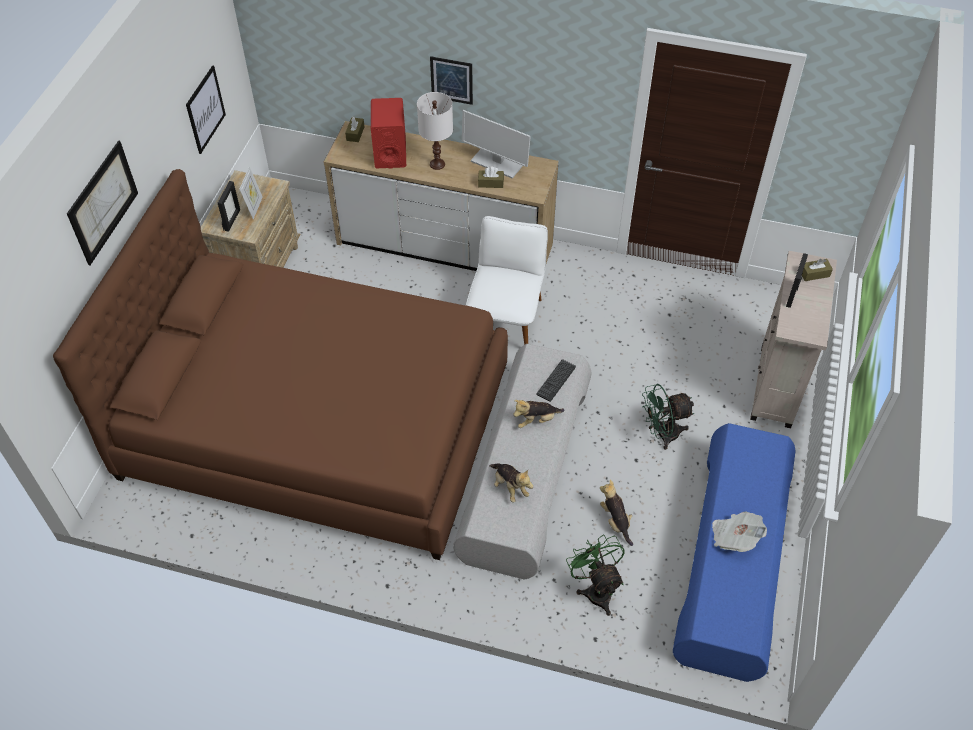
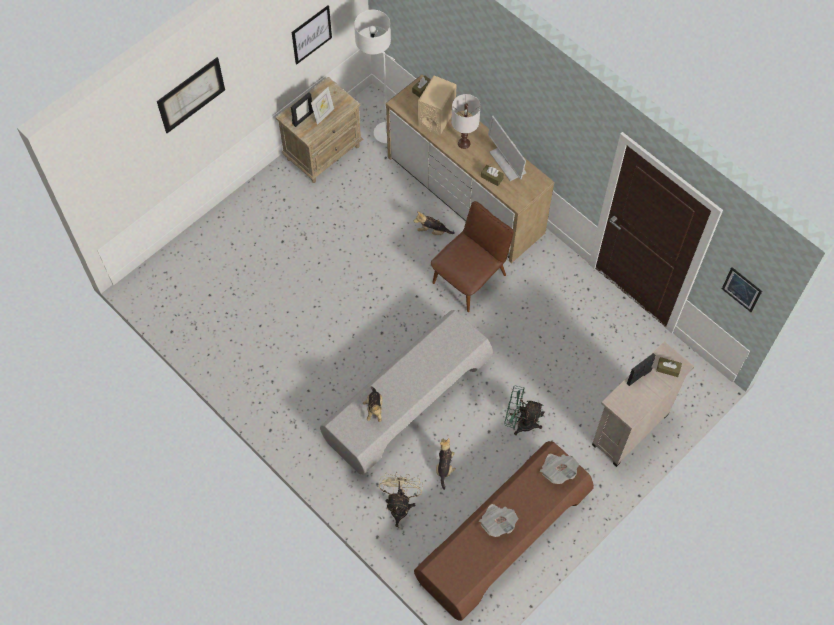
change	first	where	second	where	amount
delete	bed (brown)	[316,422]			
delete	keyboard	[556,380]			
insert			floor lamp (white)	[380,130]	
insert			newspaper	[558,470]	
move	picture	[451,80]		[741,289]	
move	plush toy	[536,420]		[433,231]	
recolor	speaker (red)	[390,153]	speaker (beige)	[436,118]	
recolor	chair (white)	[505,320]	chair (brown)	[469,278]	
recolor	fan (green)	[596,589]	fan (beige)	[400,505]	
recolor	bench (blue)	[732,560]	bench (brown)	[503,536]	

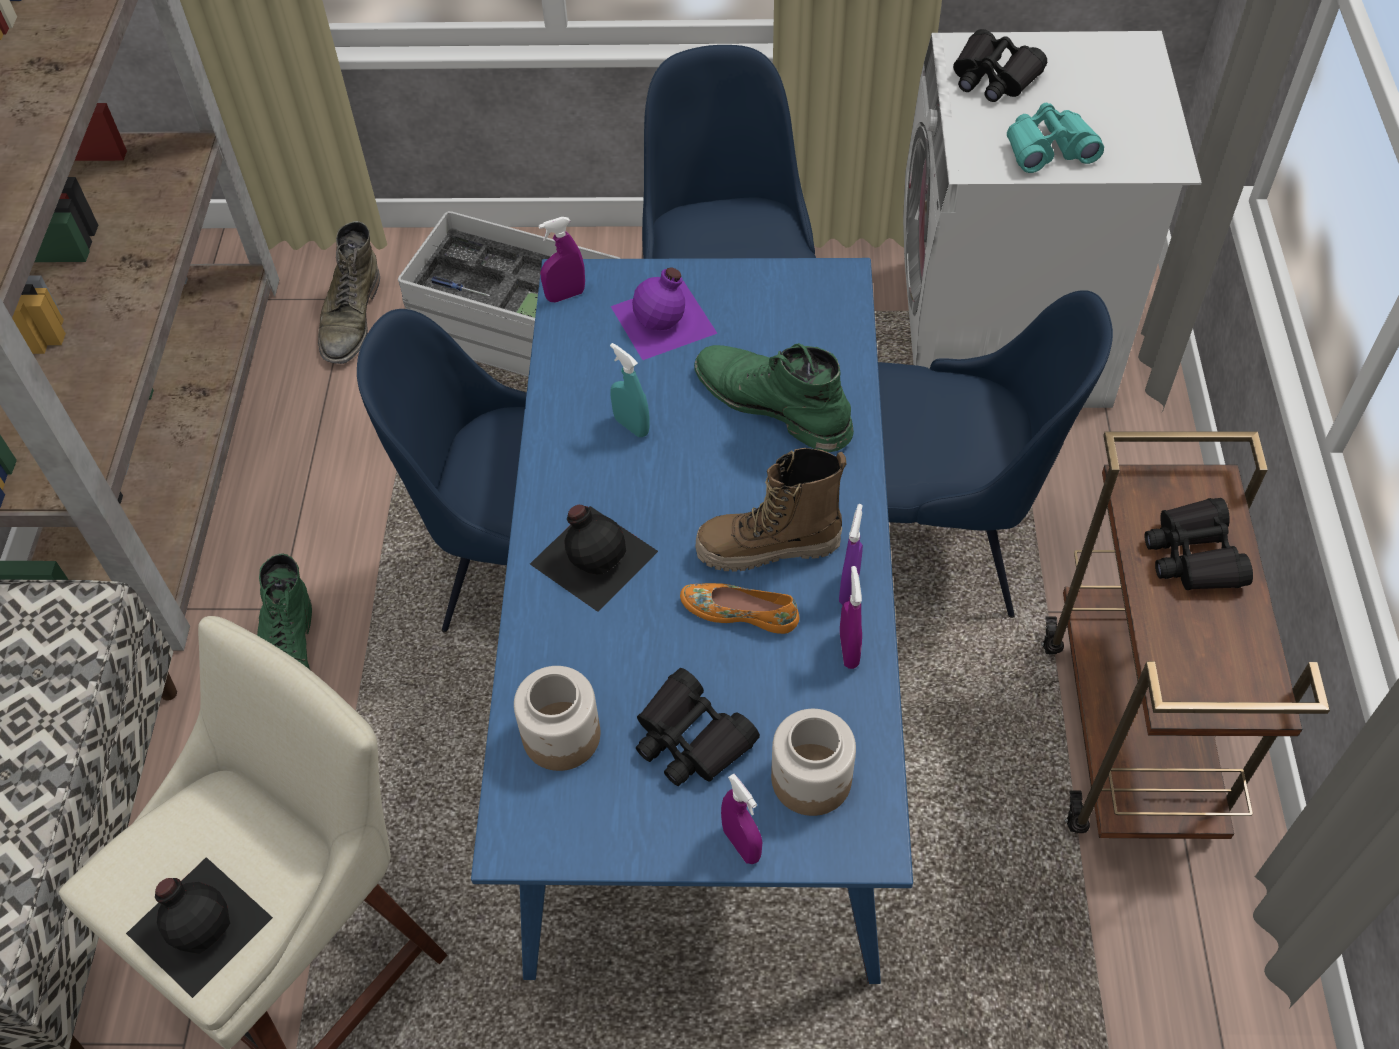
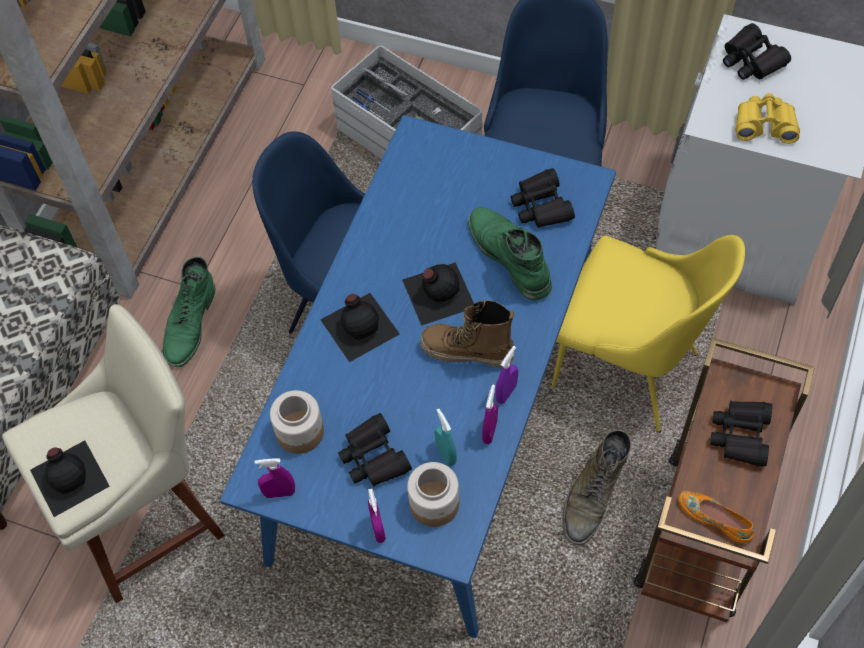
change	first	where	second	where	amount
delete	bottle (purple)	[665,320]			
insert			bottle (black)	[437,292]	
insert			binoculars (black)	[541,206]	
move	boot (green)	[351,318]		[592,496]	
move	spray bottle (purple)	[565,295]		[279,493]	
move	spray bottle (turquoise)	[631,426]		[446,454]	
move	shoe (orange)	[740,611]		[715,518]	
recolor	chair (blue)	[935,548]	chair (yellow)	[627,370]	
recolor	binoculars (turquoise)	[1048,149]	binoculars (yellow)	[765,125]	

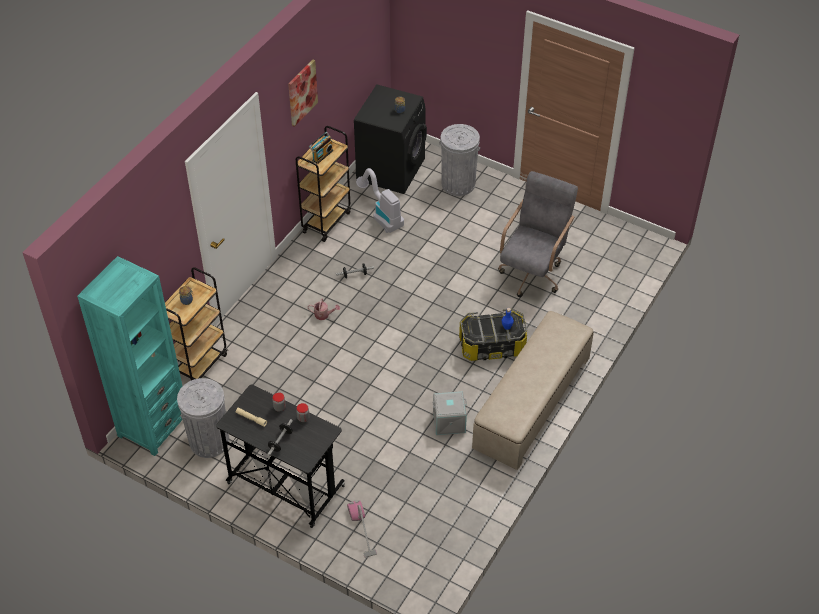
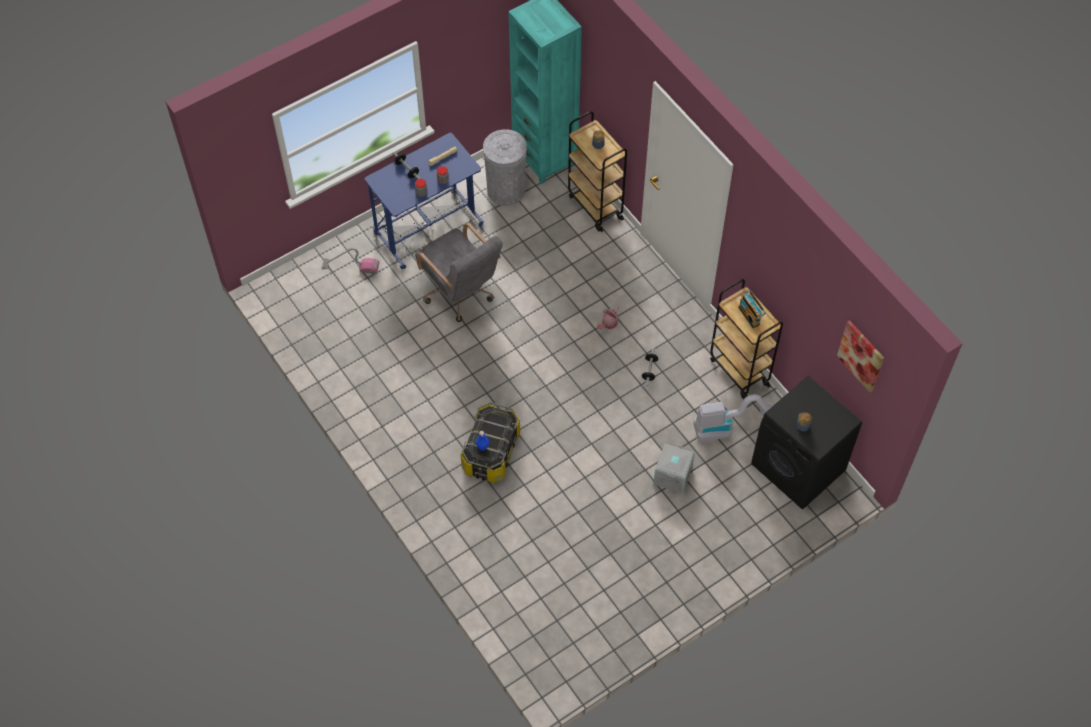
change	first	where	second	where	amount
delete	trash can (grey)	[458,184]			
delete	bench (beige)	[532,402]			
move	picture	[302,92]		[861,356]	
move	storage box (grey)	[449,422]		[672,475]	
move	office chair (grey)	[532,273]		[461,296]	
recolor	desk (black)	[285,485]	desk (blue)	[428,229]	

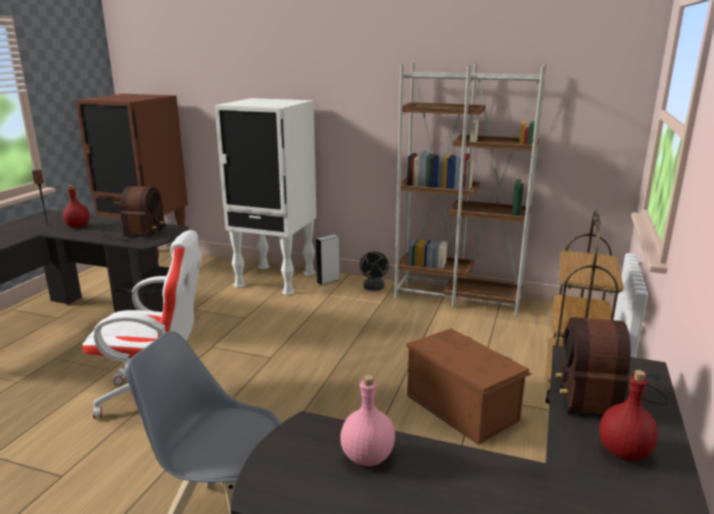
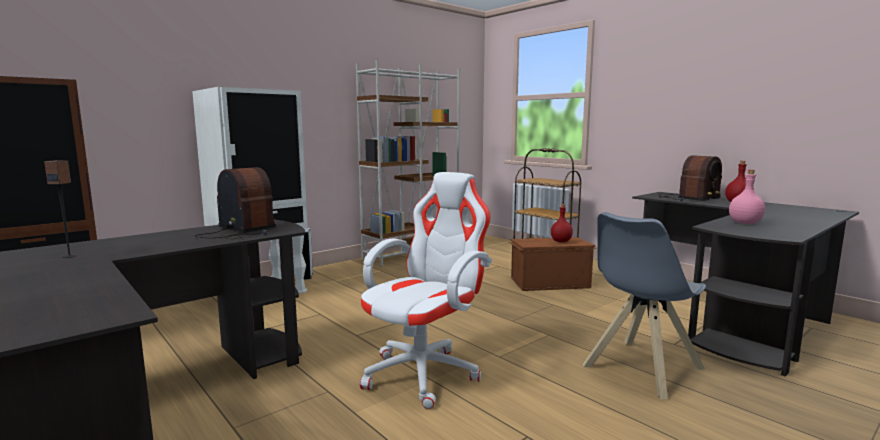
change	first	where	second	where	amount
delete	fan (black)	[374,288]			
move	bottle (red)	[77,226]		[561,241]	
rotate	radio	[603,393]		[687,198]	75 degrees counterclockwise

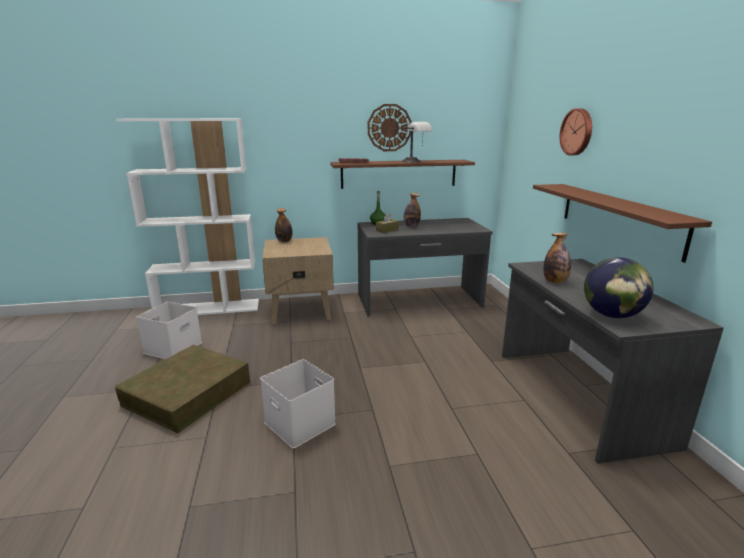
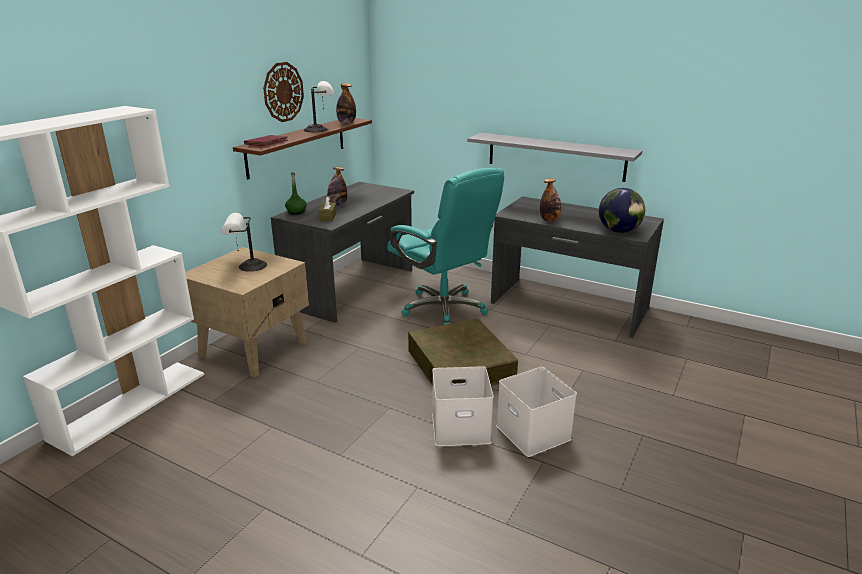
change	first	where	second	where	amount
delete	wall clock	[577,132]			
insert			table lamp	[246,266]	
insert			office chair (turquoise)	[442,308]	
move	storage box (brown)	[188,393]		[460,364]	
move	storage box (white)	[173,347]		[531,432]	
move	bottle	[284,241]		[346,123]	
recolor	shelf (brown)	[618,217]	shelf (grey)	[555,156]	

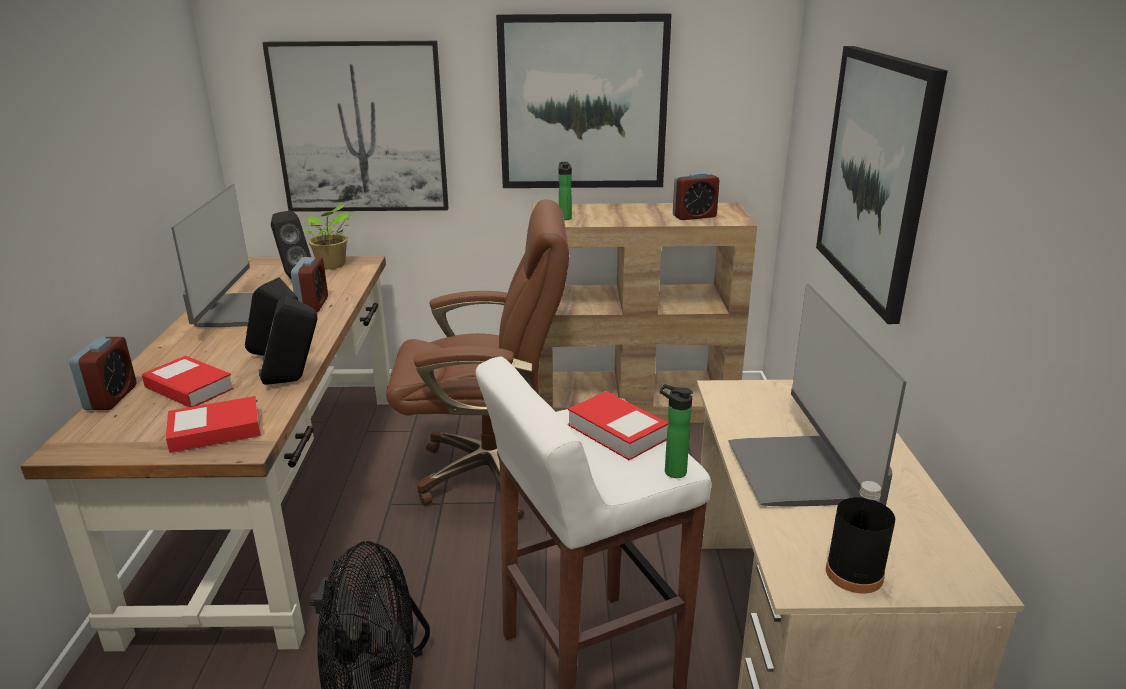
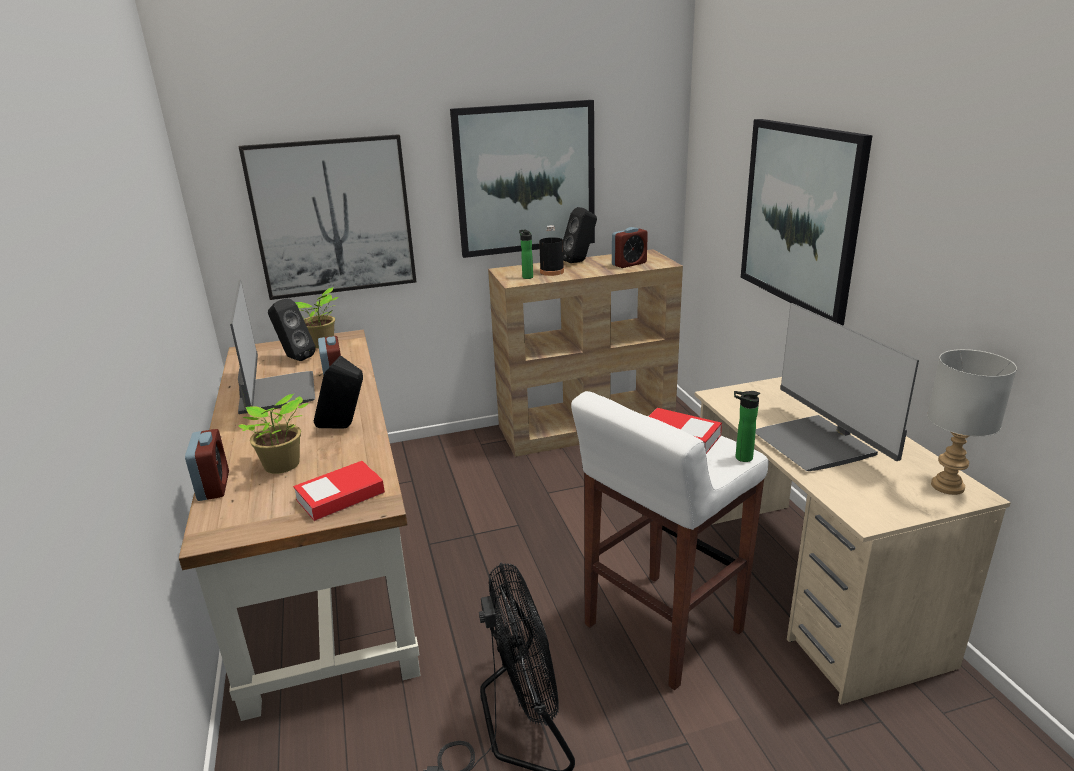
change	first	where	second	where	amount
delete	office chair (brown)	[488,474]			
insert			table lamp (grey)	[947,487]	
move	speaker (black)	[294,380]		[580,261]	
move	bottle (black)	[854,573]		[552,272]	
replace	book	[189,388]	potted plant	[282,466]	

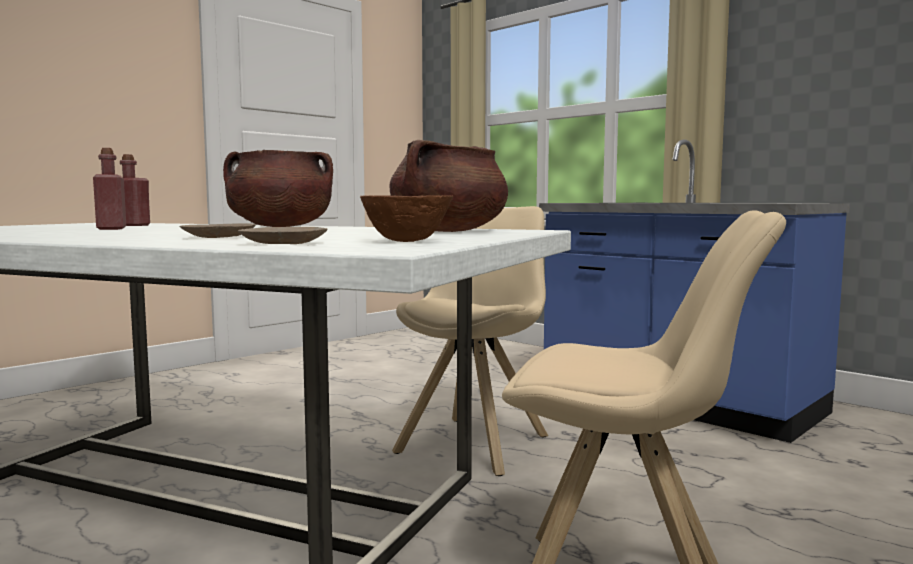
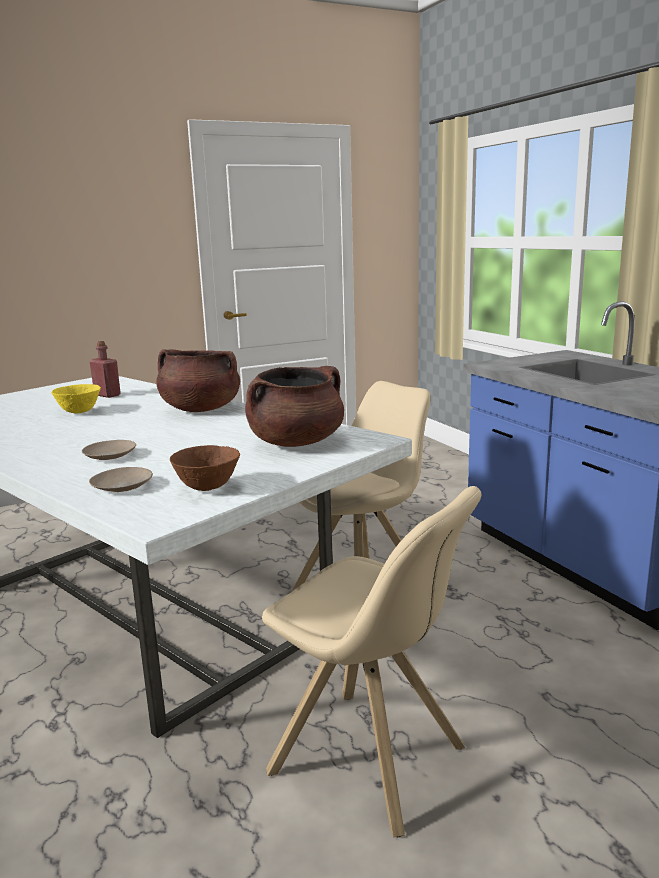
change	first	where	second	where	amount
replace	bottle (red)	[111,229]	bowl (yellow)	[79,412]	

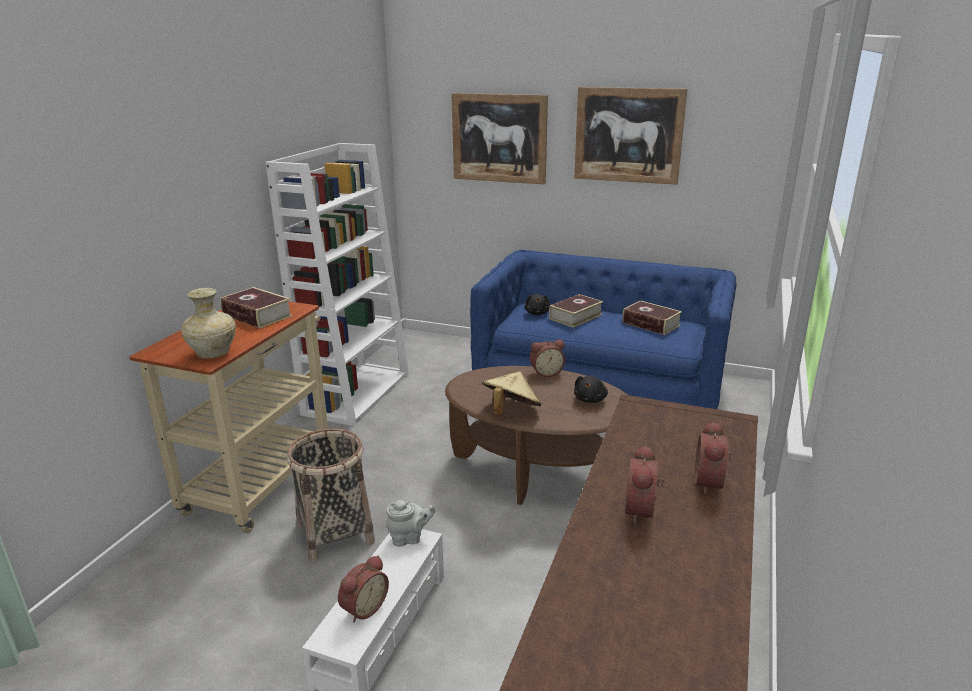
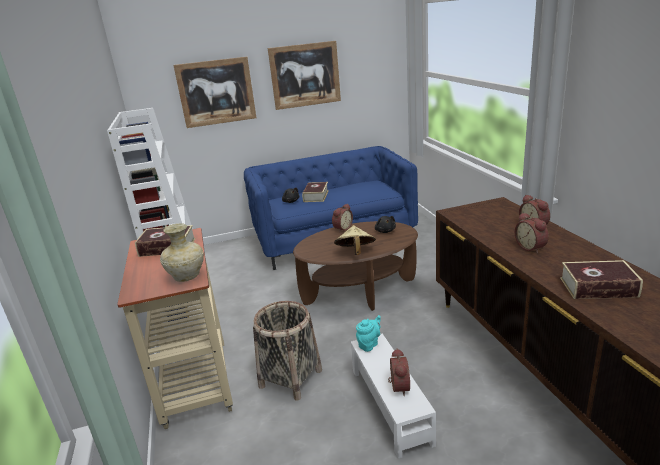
change	first	where	second	where	amount
move	book	[651,324]		[598,287]	
recolor	teapot (grey)	[409,538]	teapot (turquoise)	[369,344]	

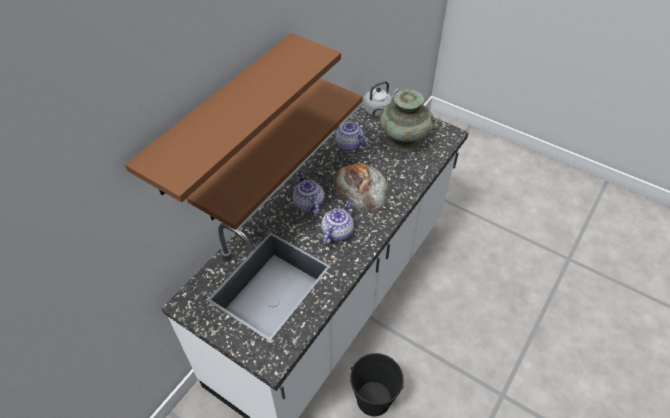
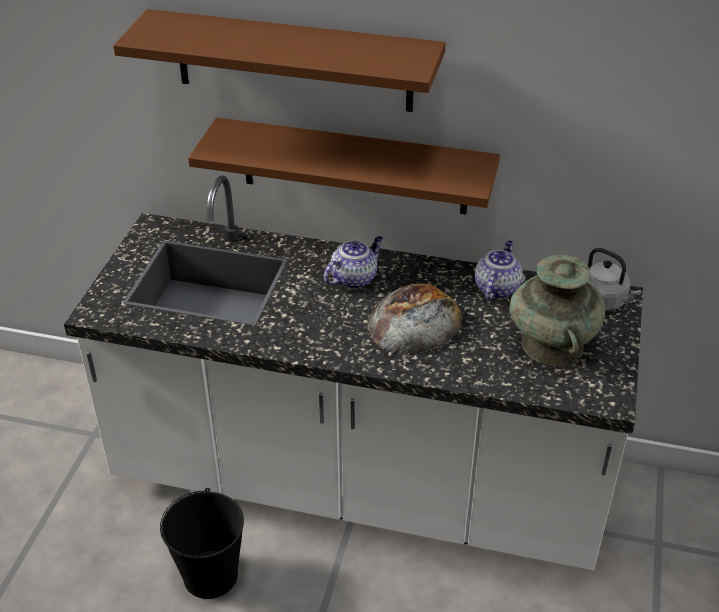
change	first	where	second	where	amount
delete	teapot	[337,232]			

